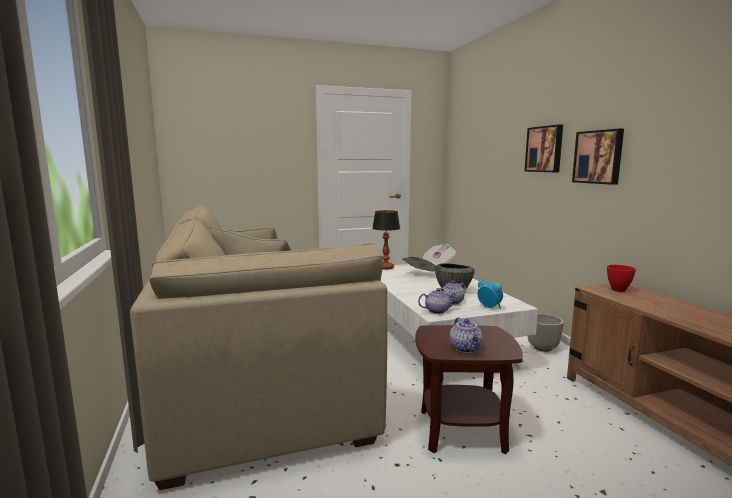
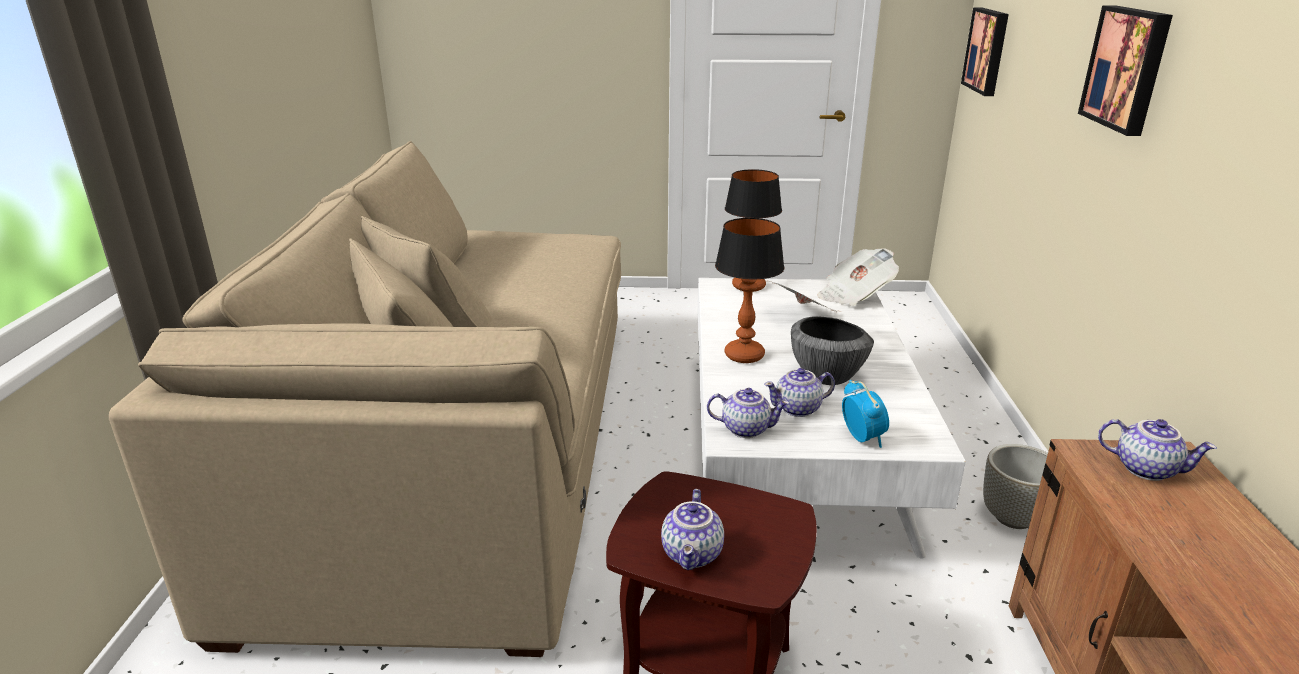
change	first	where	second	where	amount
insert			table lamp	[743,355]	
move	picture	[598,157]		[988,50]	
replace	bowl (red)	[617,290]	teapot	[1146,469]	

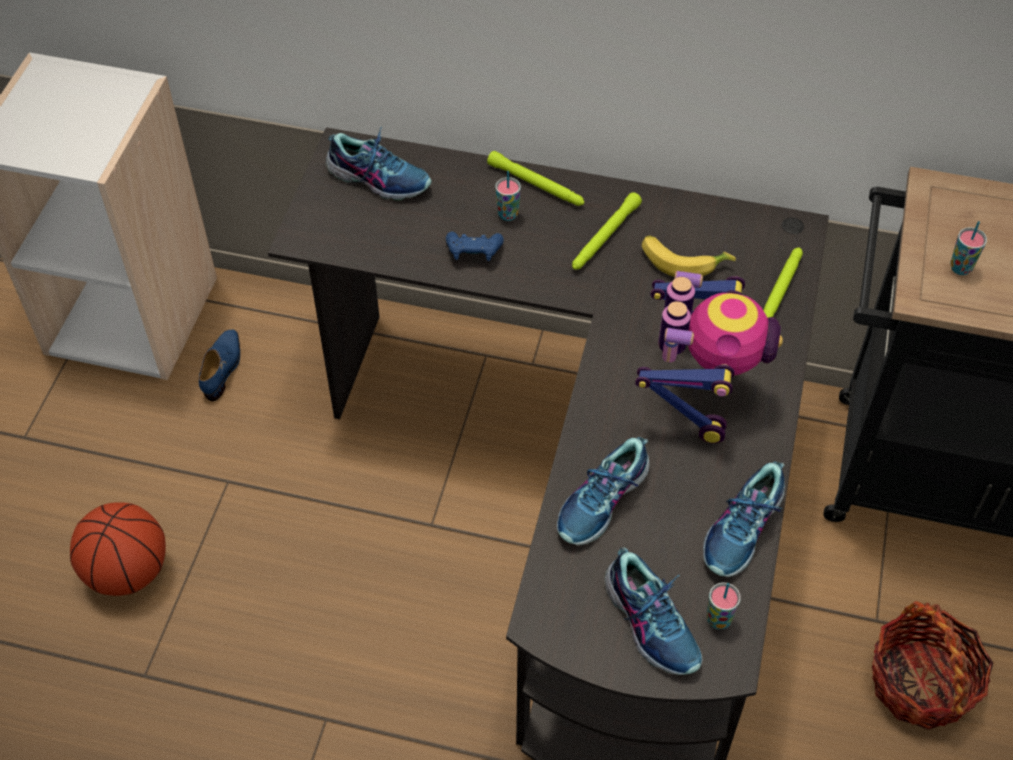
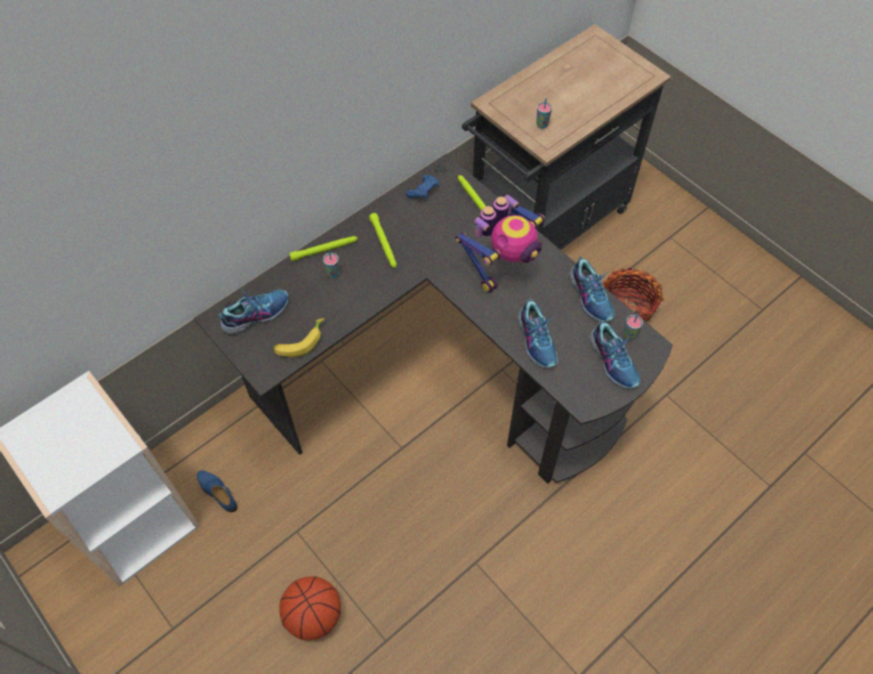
change	first	where	second	where	amount
move	game controller (blue)	[474,253]		[423,192]	
move	banana	[683,260]		[300,342]	
rotate	shoe	[652,622]		[614,361]	60 degrees clockwise
rotate	toy robot	[698,388]		[503,264]	90 degrees clockwise

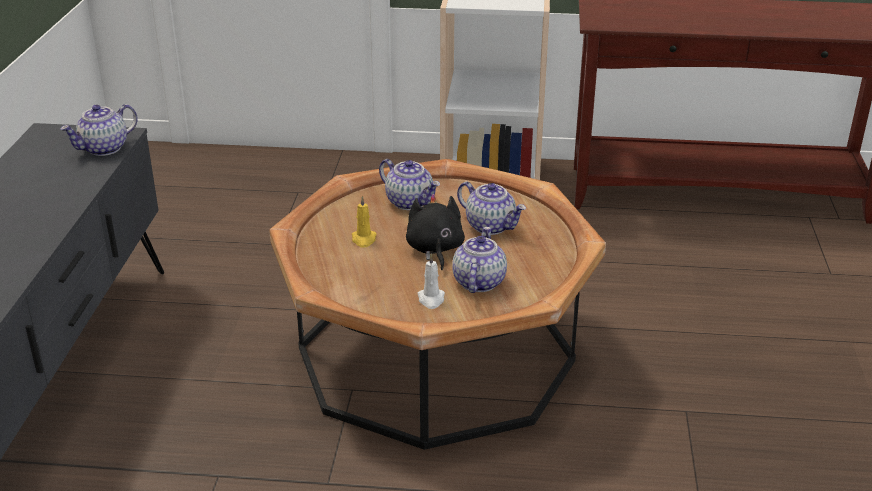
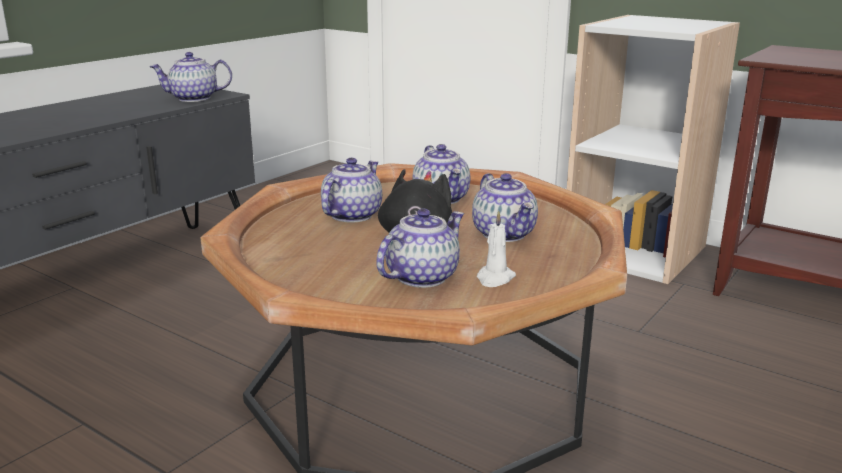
change	first	where	second	where	amount
move	candle (white)	[431,299]		[495,278]	
replace	candle (yellow)	[364,239]	teapot	[351,215]	

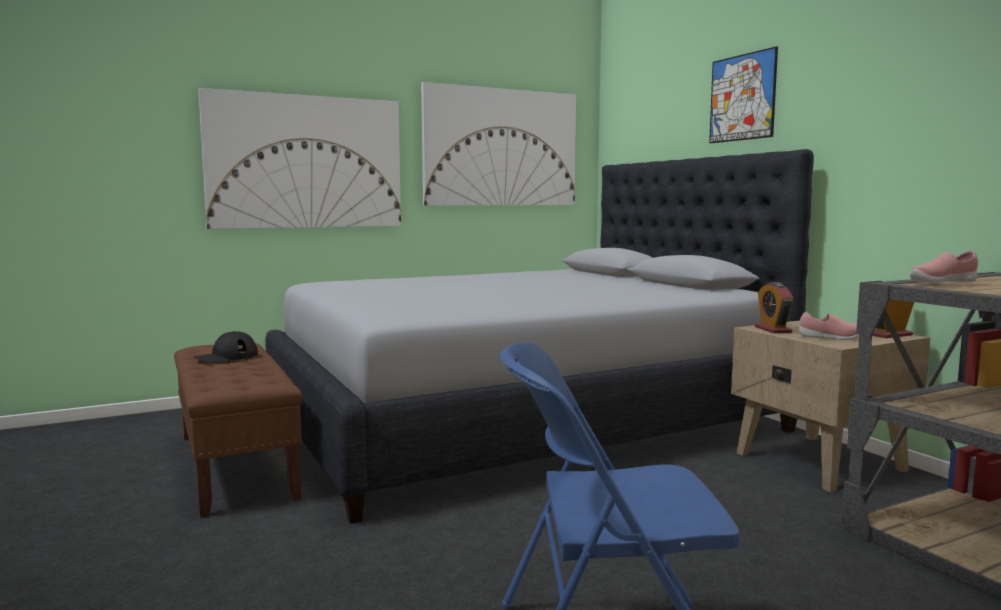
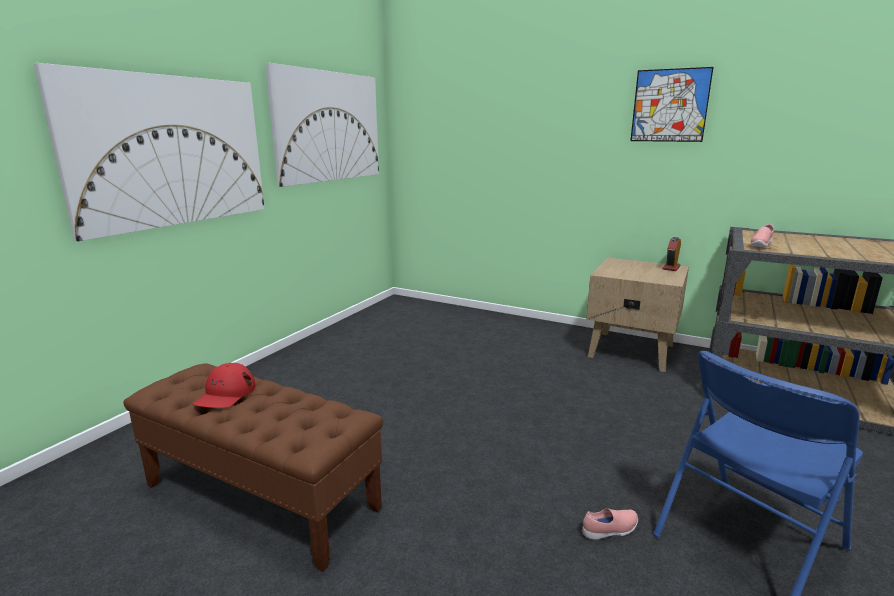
change	first	where	second	where	amount
delete	bed (grey)	[522,420]			
delete	alarm clock	[773,329]			
move	picture	[742,97]		[670,105]	
move	shoe (pink)	[830,338]		[610,531]	
recolor	cap (black)	[226,357]	cap (red)	[225,394]	

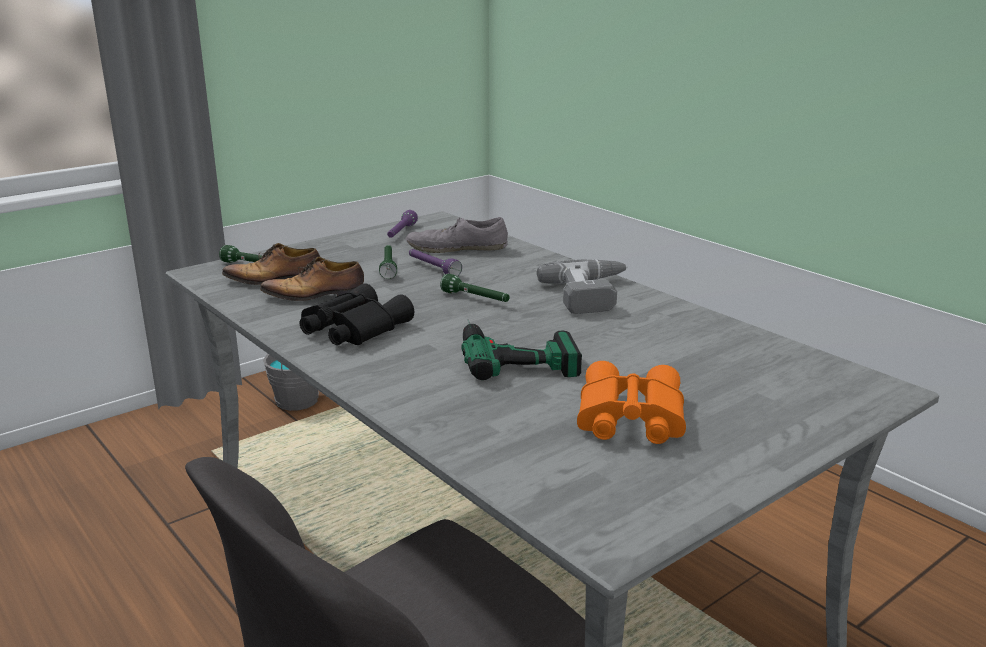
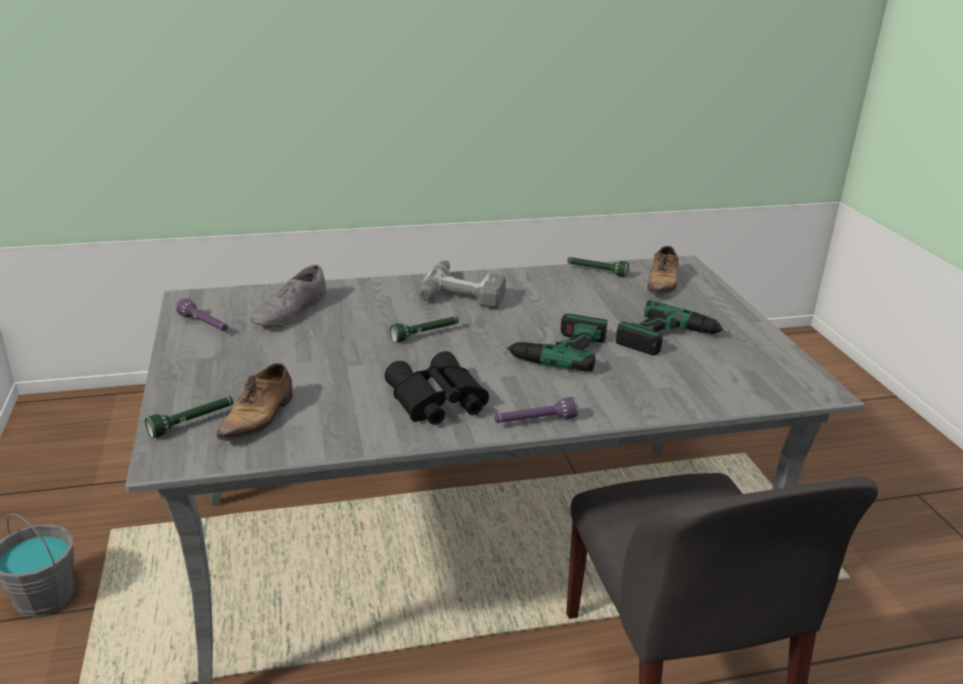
change	first	where	second	where	amount
move	shoe	[315,296]		[662,283]	
move	flashlight (green)	[388,267]		[596,271]	
move	flashlight (purple)	[433,268]		[535,421]	
replace	binoculars (orange)	[627,418]	power drill	[678,341]	

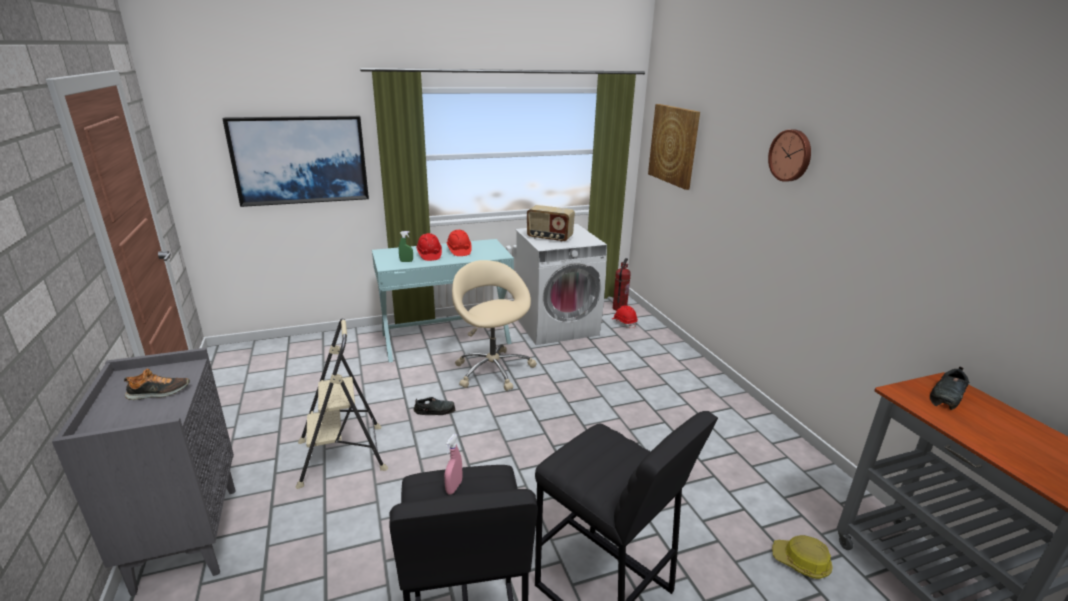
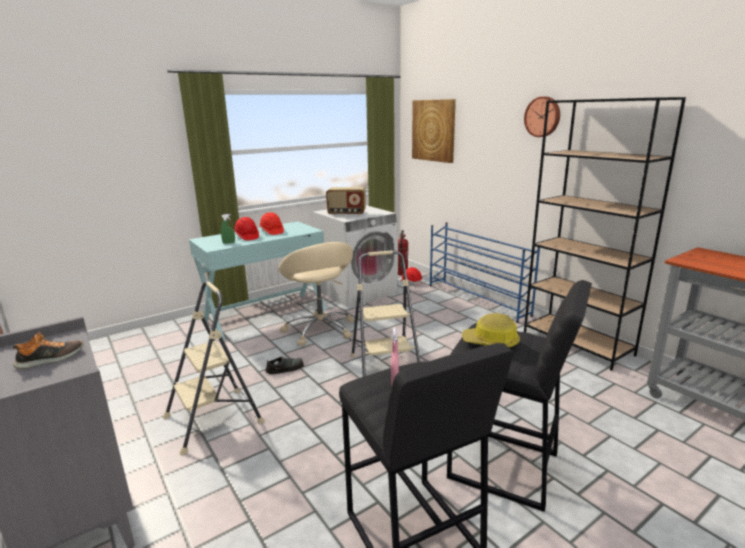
change	first	where	second	where	amount
delete	picture	[300,160]			
delete	shoe (black)	[948,395]			
insert			step ladder (beige)	[385,366]	
insert			shoe rack (blue)	[477,300]	
insert			bookcase (beige)	[577,343]	
move	hard hat	[801,562]		[491,342]	
rotate	office chair (beige)	[492,370]		[320,331]	150 degrees counterclockwise

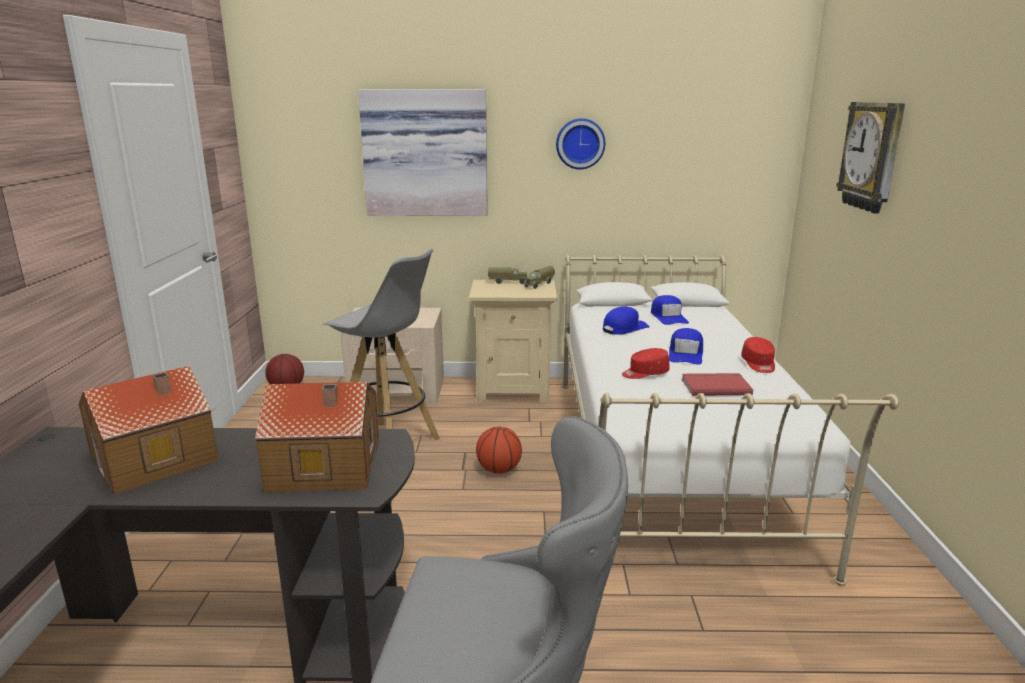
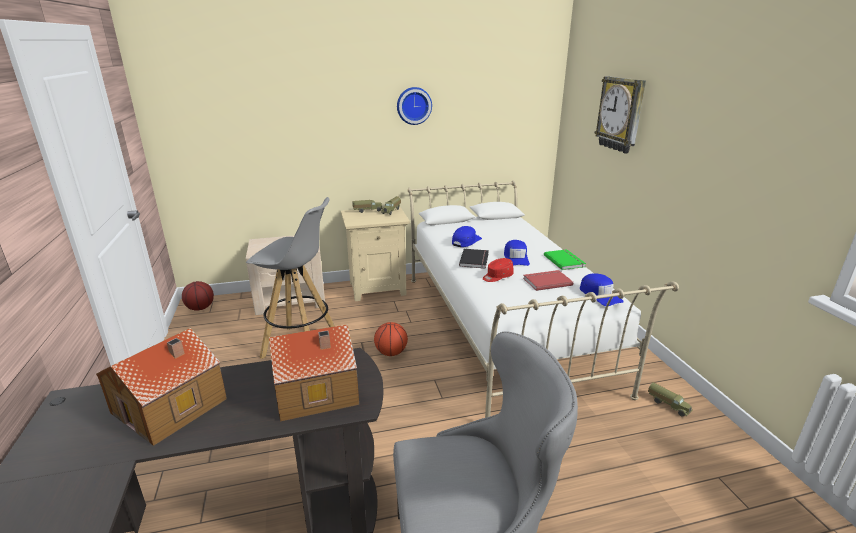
change	first	where	second	where	amount
delete	picture	[425,153]			
insert			book (black)	[475,260]	
insert			toy truck	[668,405]	
move	cap (blue)	[668,317]		[599,295]	
replace	cap (red)	[758,364]	book (green)	[565,261]	

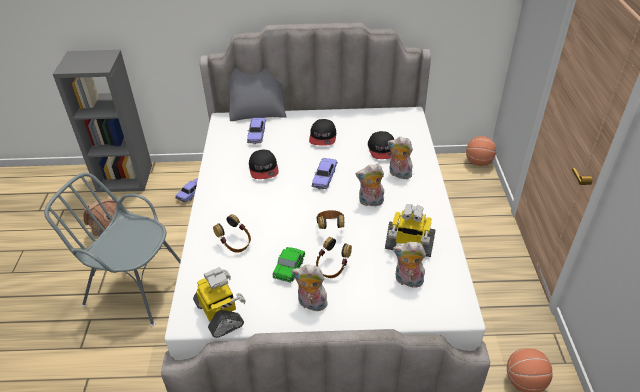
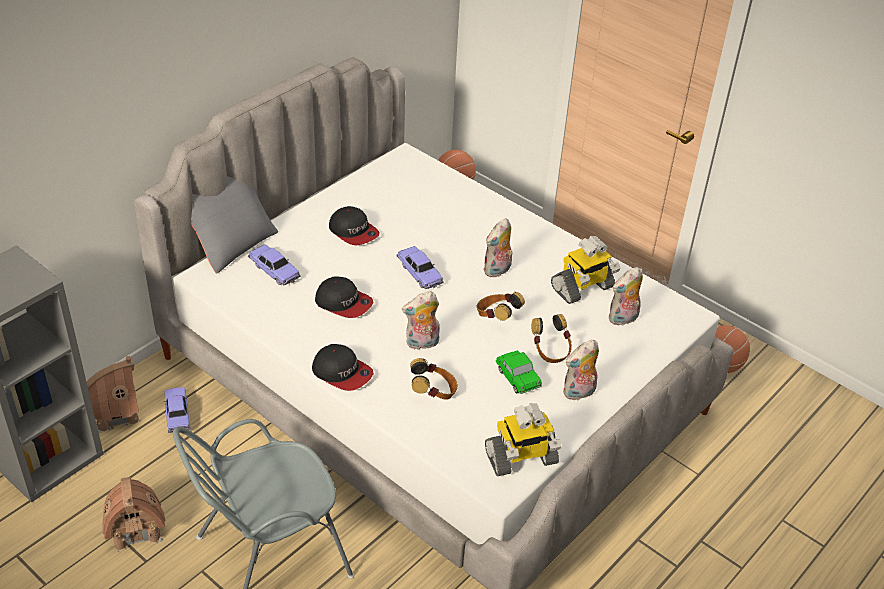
change	first	where	second	where	amount
insert			toy house	[116,413]	
move	cap	[382,150]		[342,372]	
move	plush toy	[399,174]		[422,343]	
rotate	toy robot	[220,314]		[521,458]	150 degrees clockwise

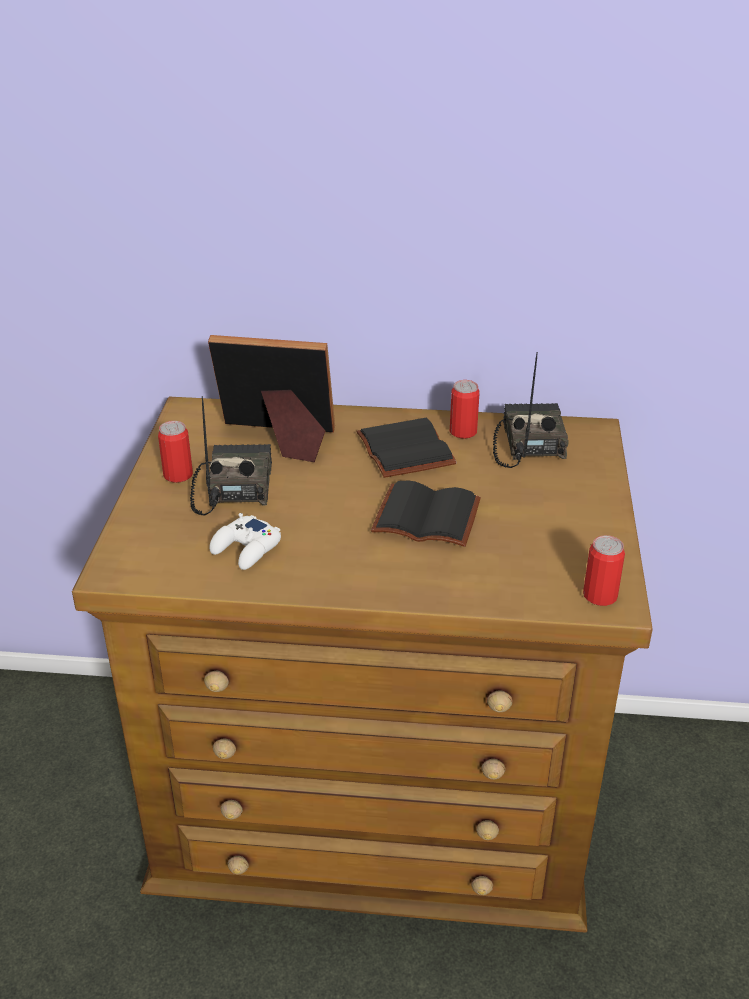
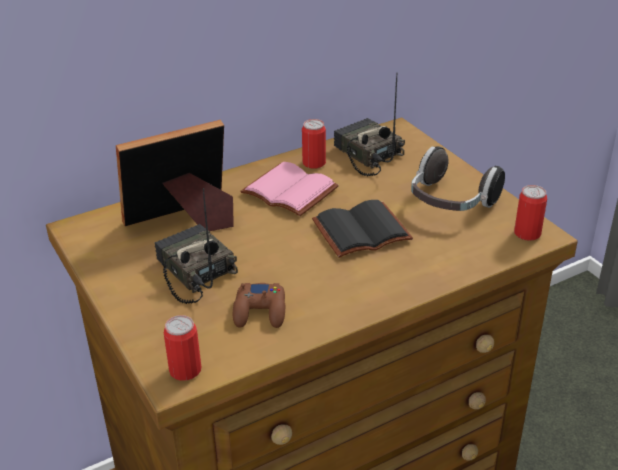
change	first	where	second	where	amount
insert			headphones	[450,202]	
move	can	[178,475]		[185,370]	
recolor	game controller (white)	[246,549]	game controller (brown)	[260,311]	
recolor	book (black)	[402,450]	book (pink)	[287,192]	

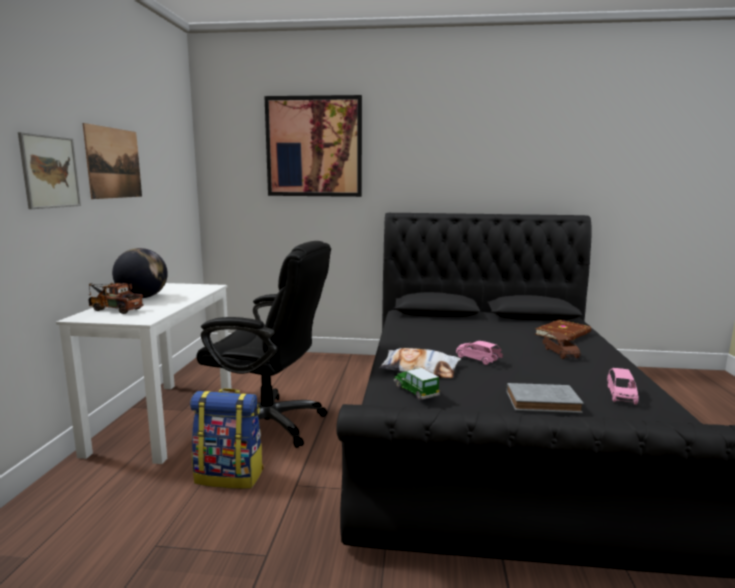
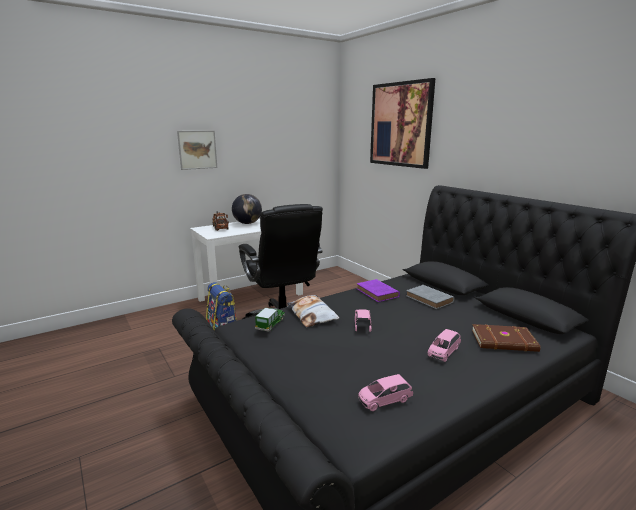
change	first	where	second	where	amount
delete	picture	[114,163]			
insert			book (purple)	[378,293]	
move	book (grey)	[544,402]		[430,299]	
recolor	toy car (brown)	[561,353]	toy car (pink)	[443,352]	

